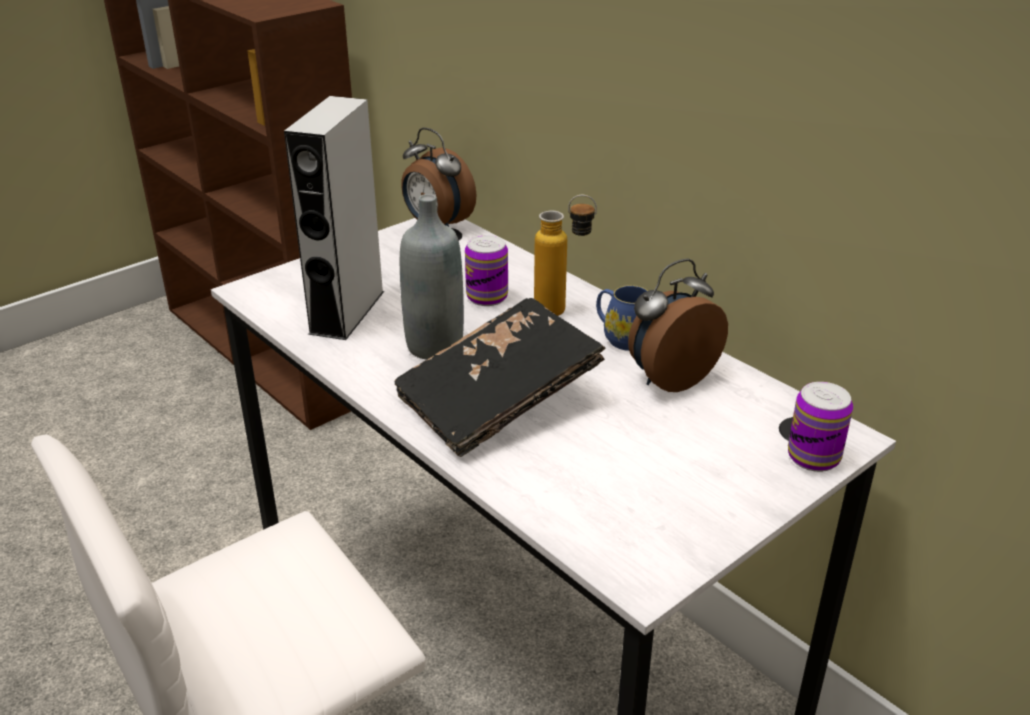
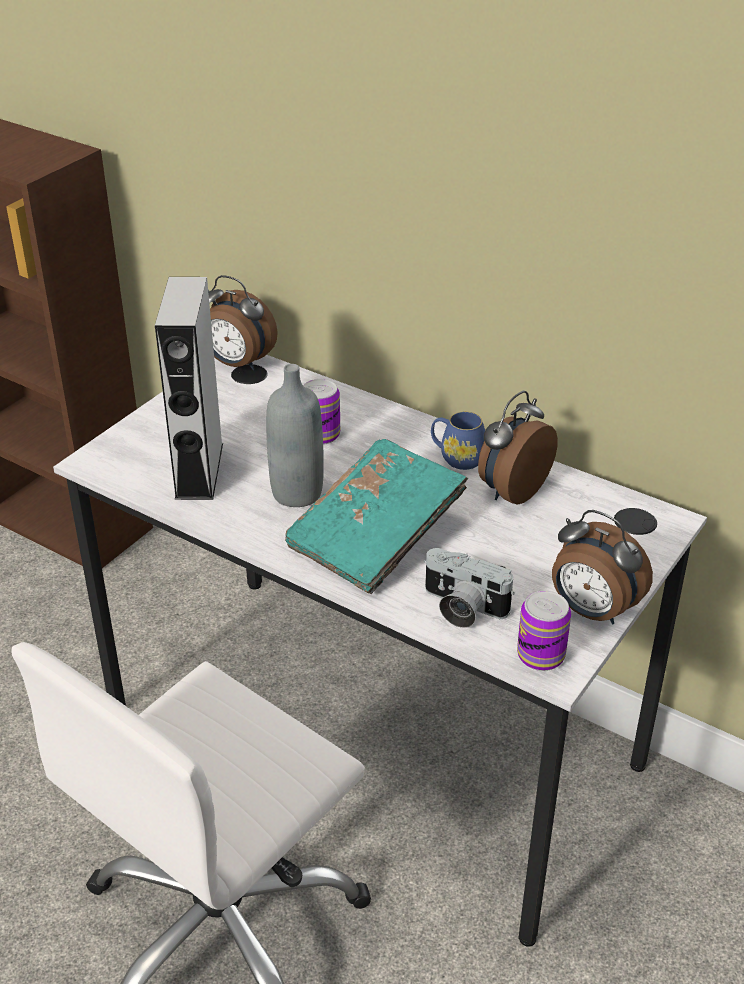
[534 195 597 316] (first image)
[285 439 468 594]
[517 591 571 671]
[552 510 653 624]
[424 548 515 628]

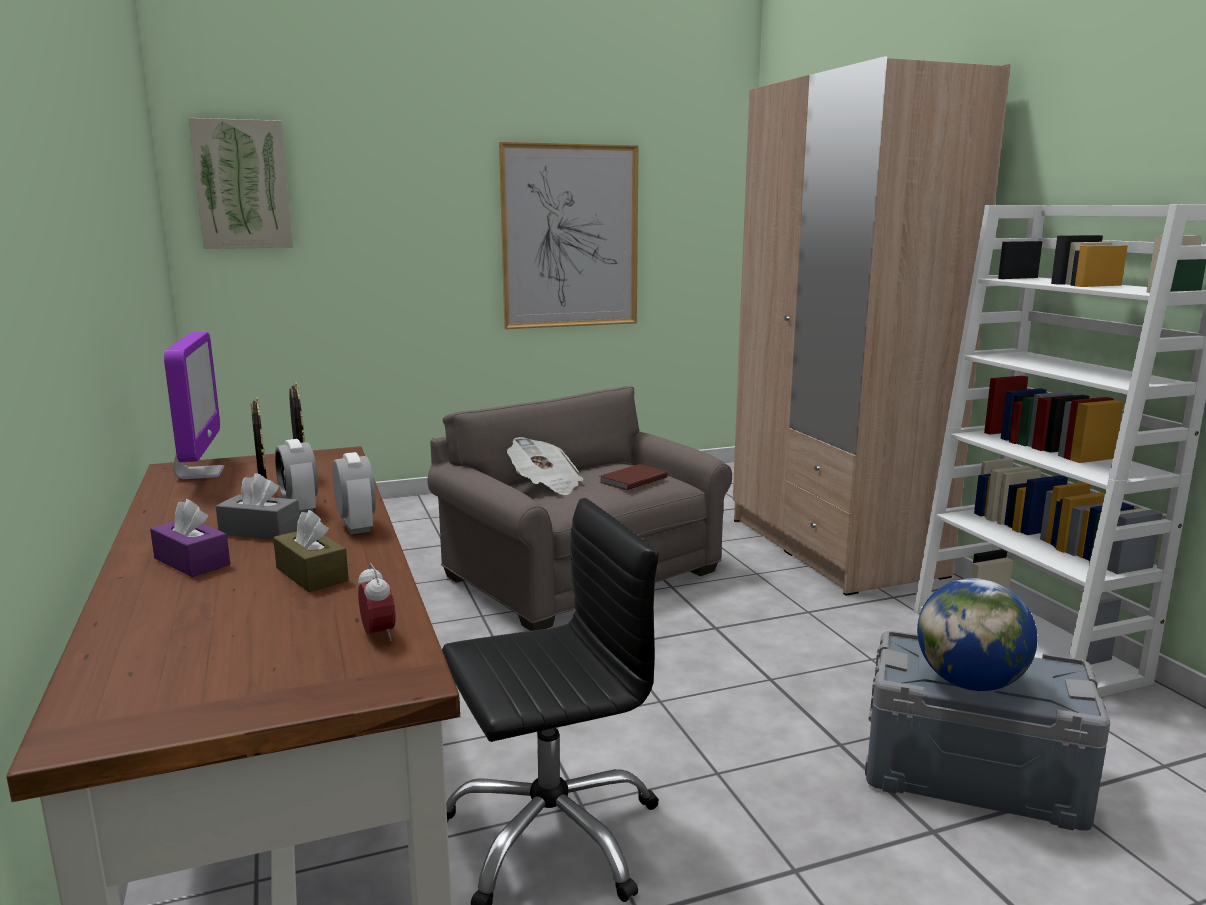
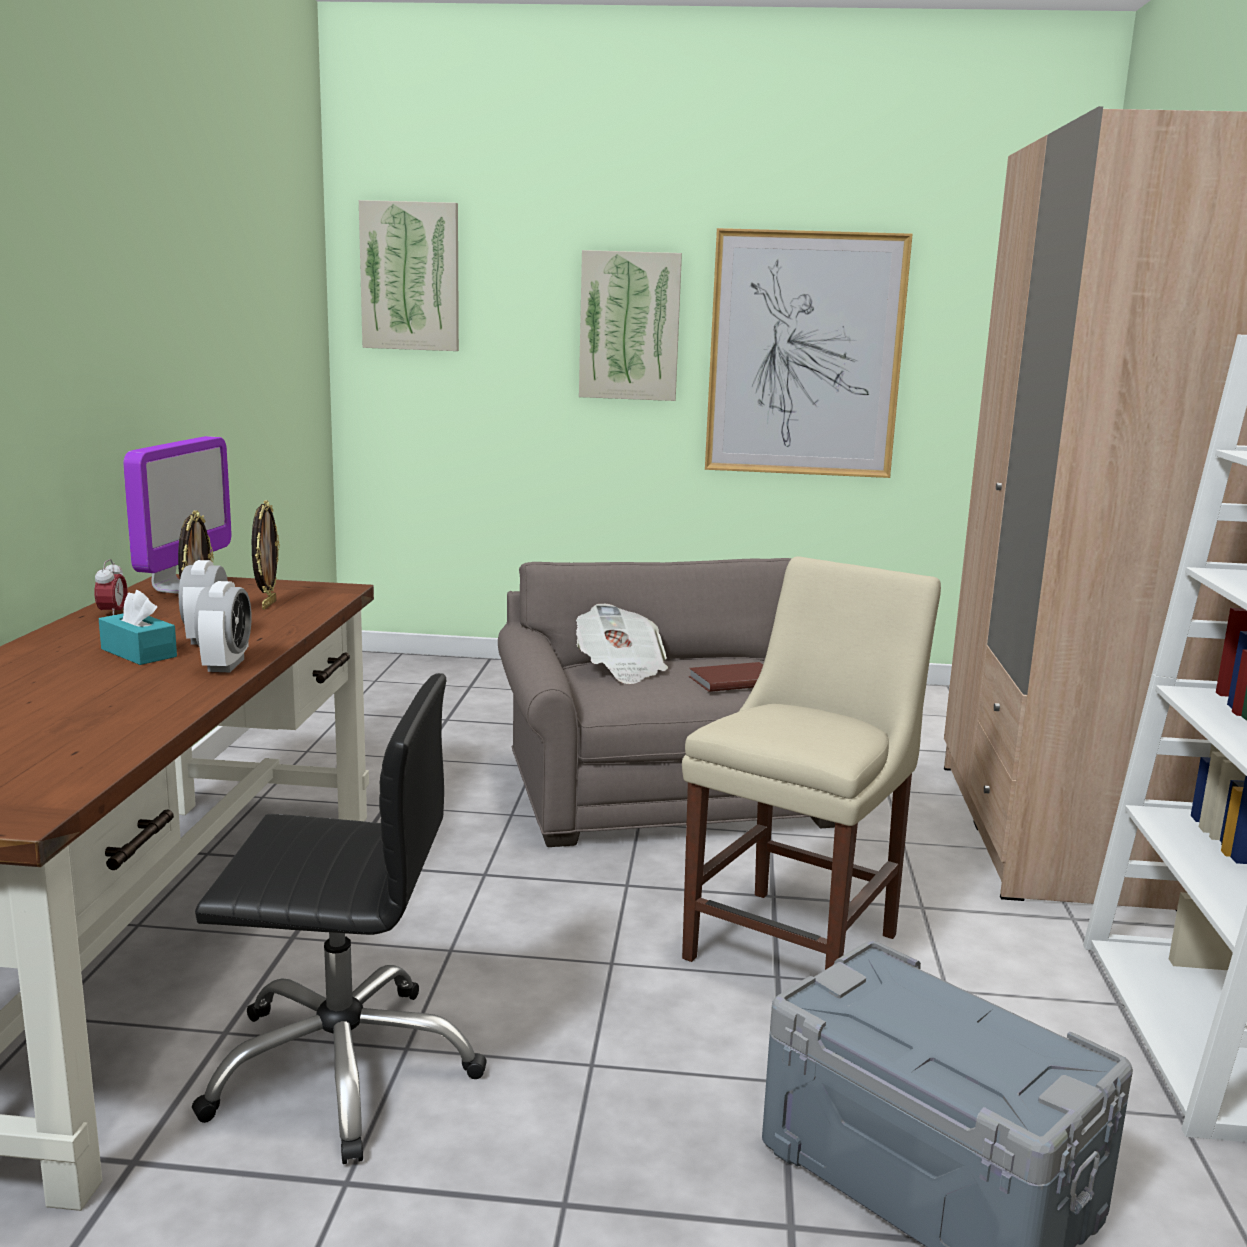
[99 590 177 665]
[150 499 230 577] (first image)
[273 510 349 592] (first image)
[95 559 127 615]
[917 578 1037 691] (first image)
[579 250 682 401]
[682 556 941 970]

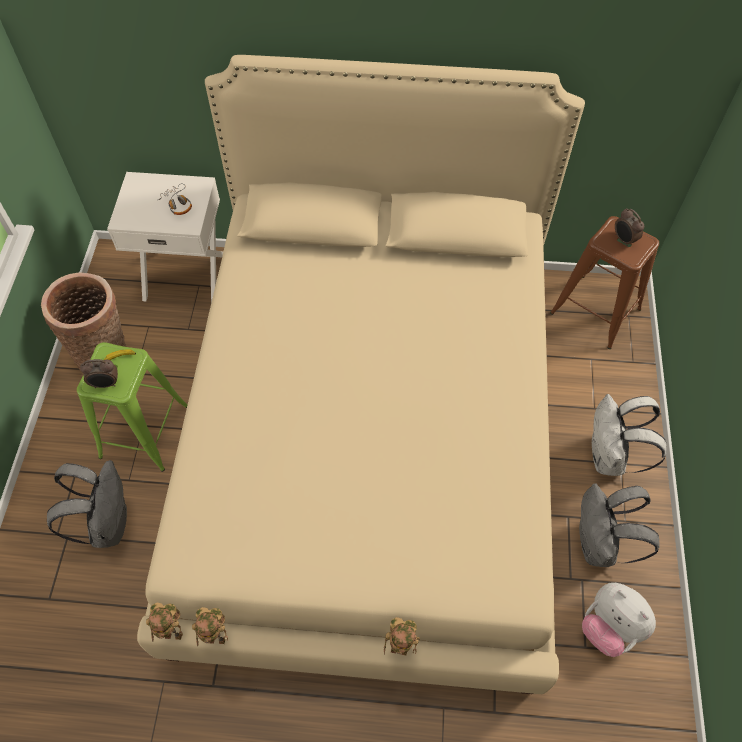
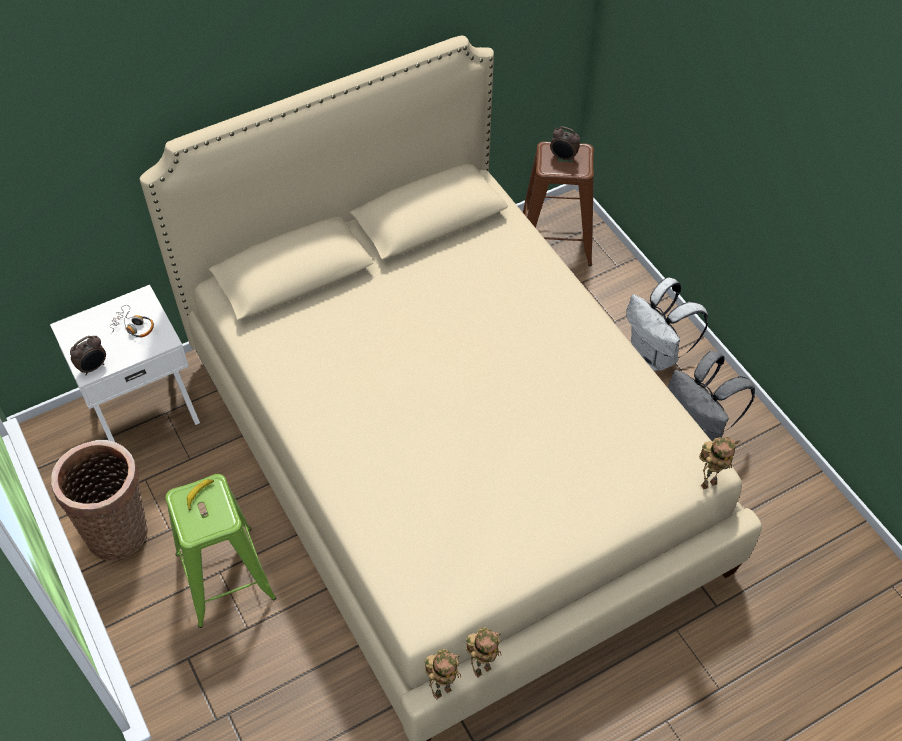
[70 335 106 375]
[47 460 127 548] (first image)
[582 583 656 657] (first image)
[699 437 737 490]

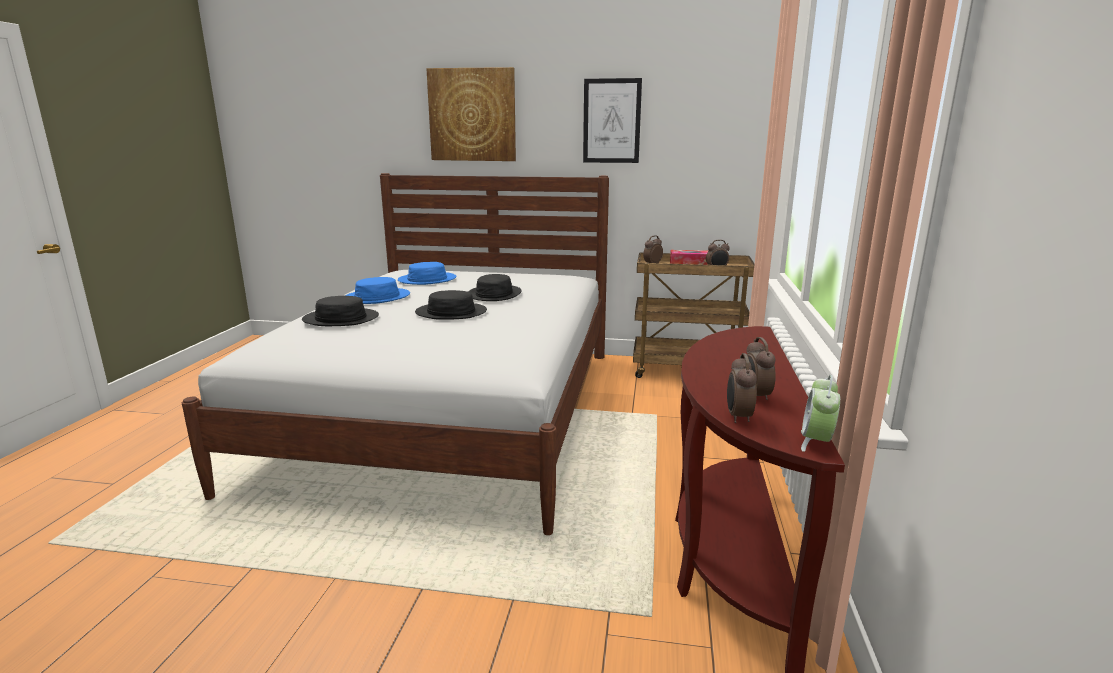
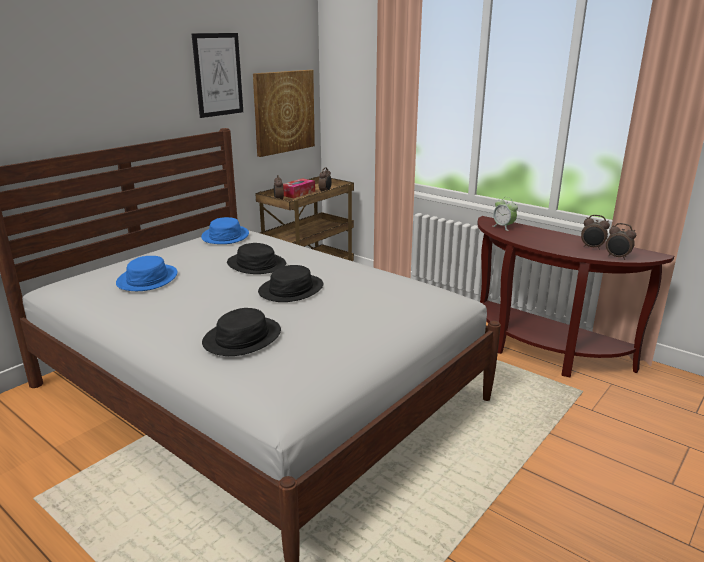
[253 70 315 157]
[201 217 249 244]
[493 197 518 231]

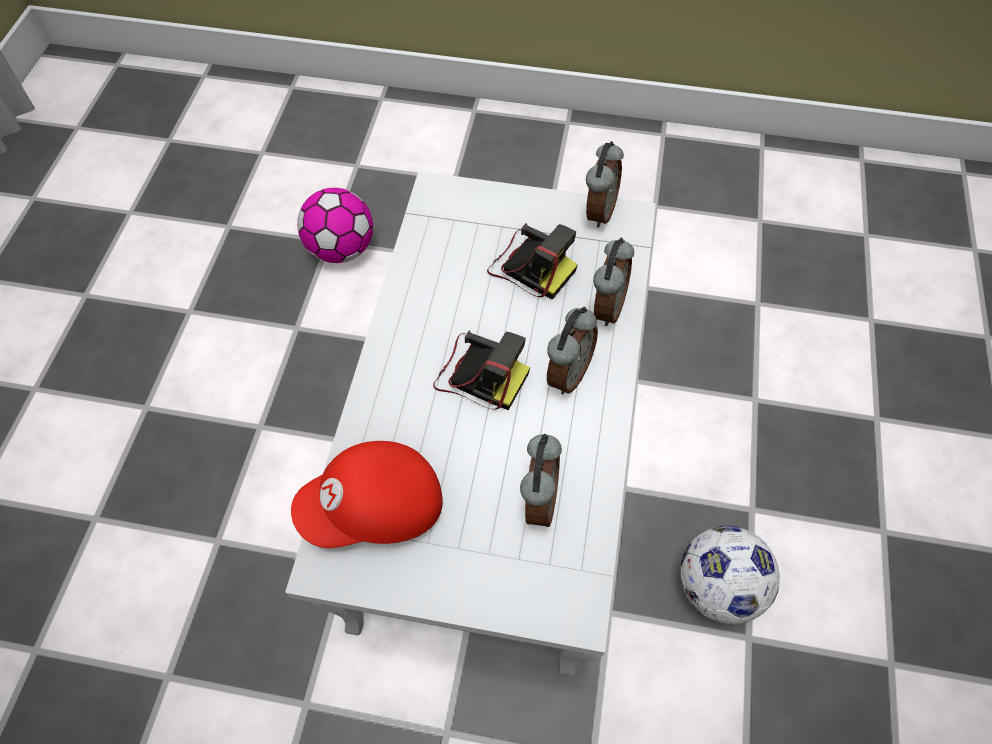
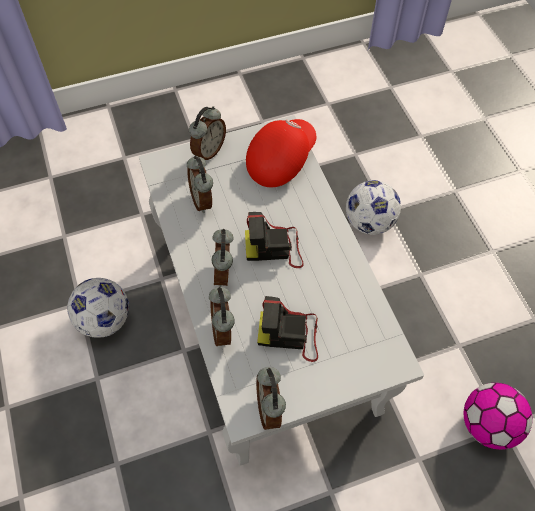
[189 106 226 160]
[346 180 401 235]

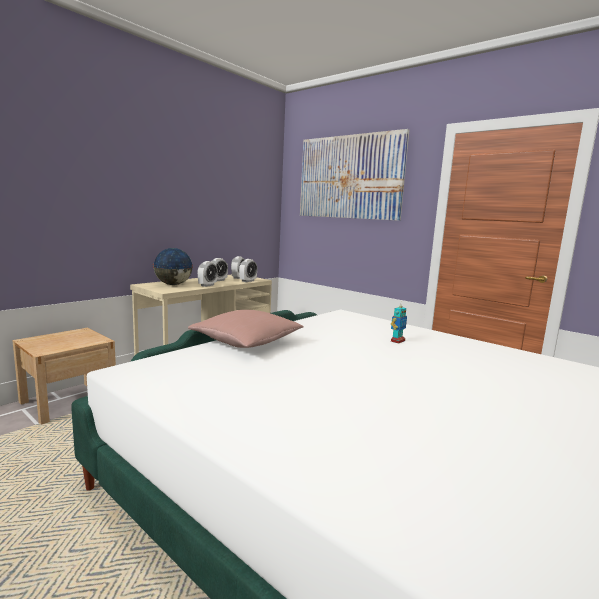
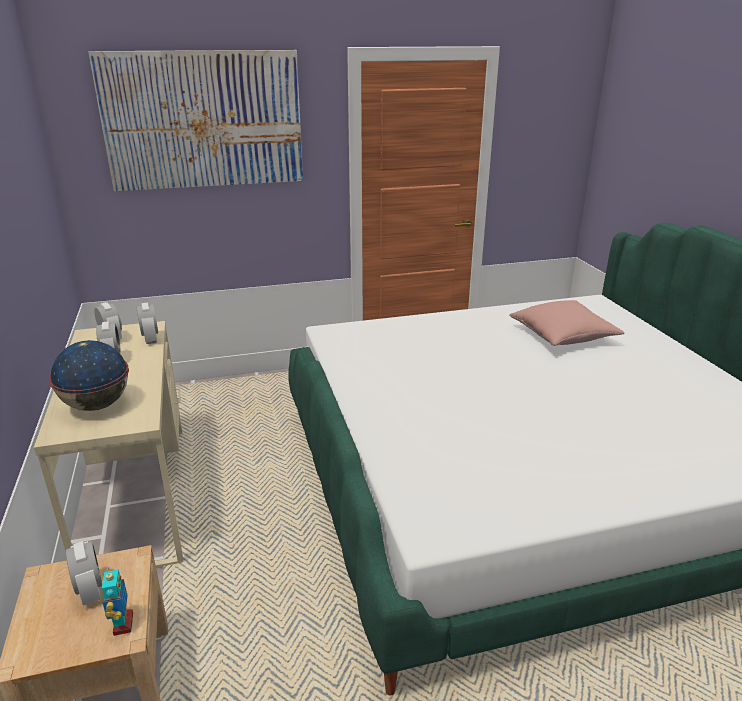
[66 541 102 606]
[102 570 133 636]
[509 300 624 346]

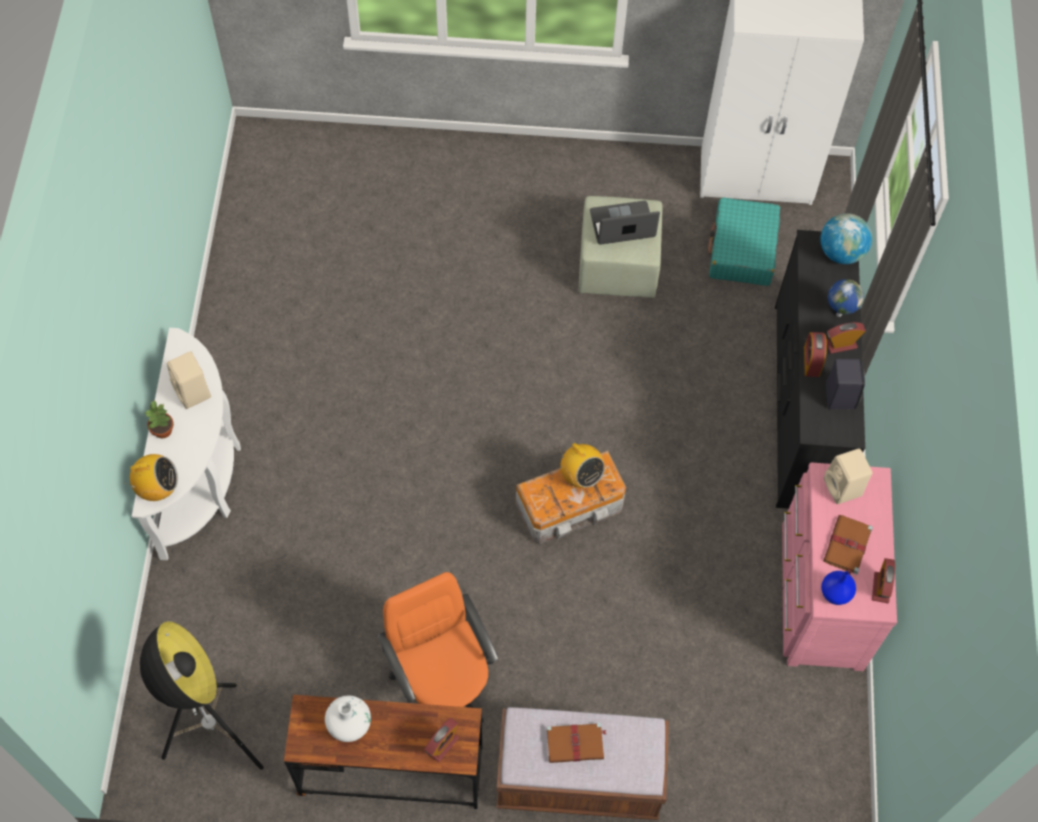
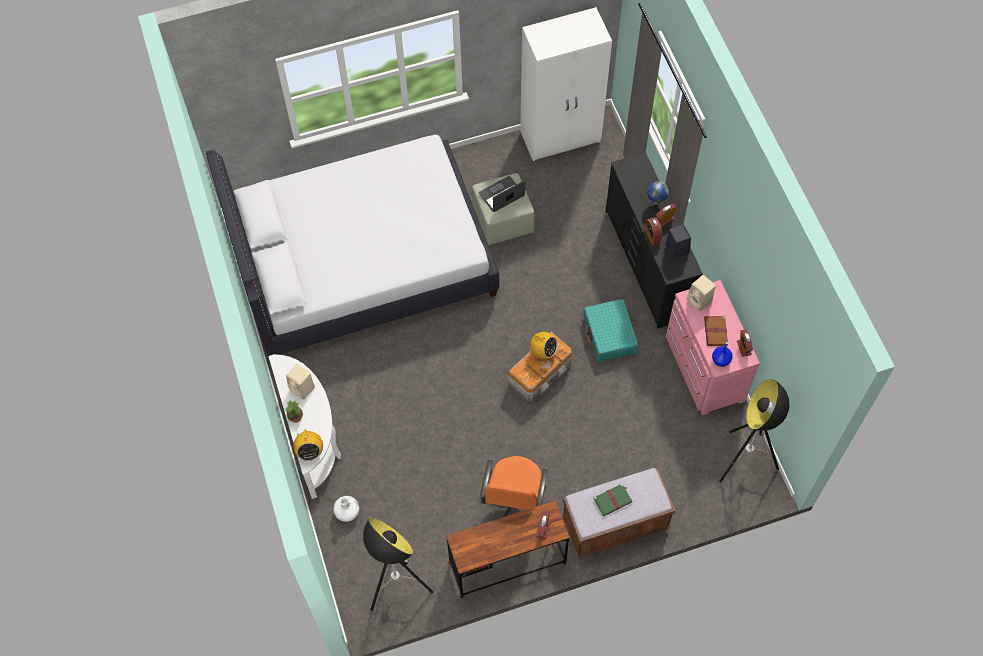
[584 299 639 362]
[820 213 872 264] (first image)
[293 429 323 461]
[480 456 548 517]
[333 496 359 522]
[593 483 632 516]
[206 135 499 358]
[719 379 789 483]

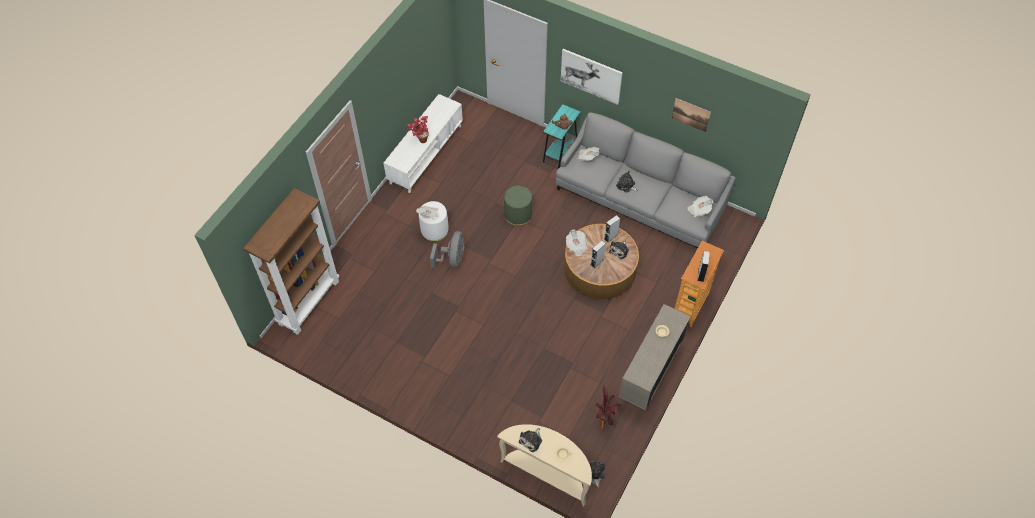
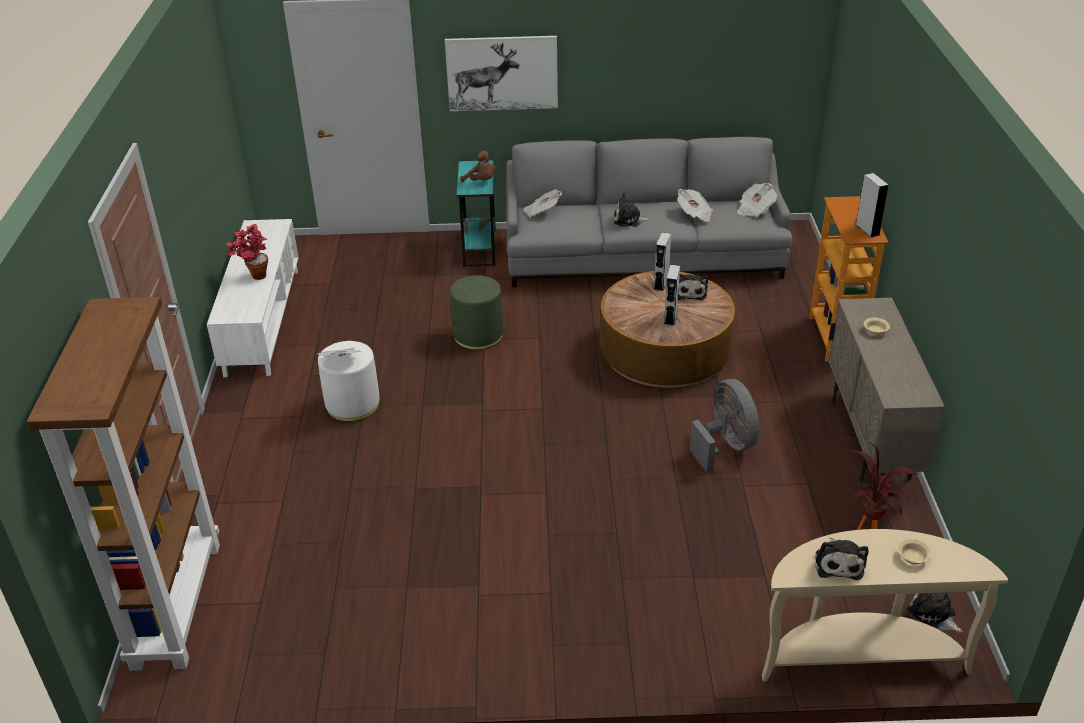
[672 98 711 132] (first image)
[677 189 713 222]
[690 379 760 473]

